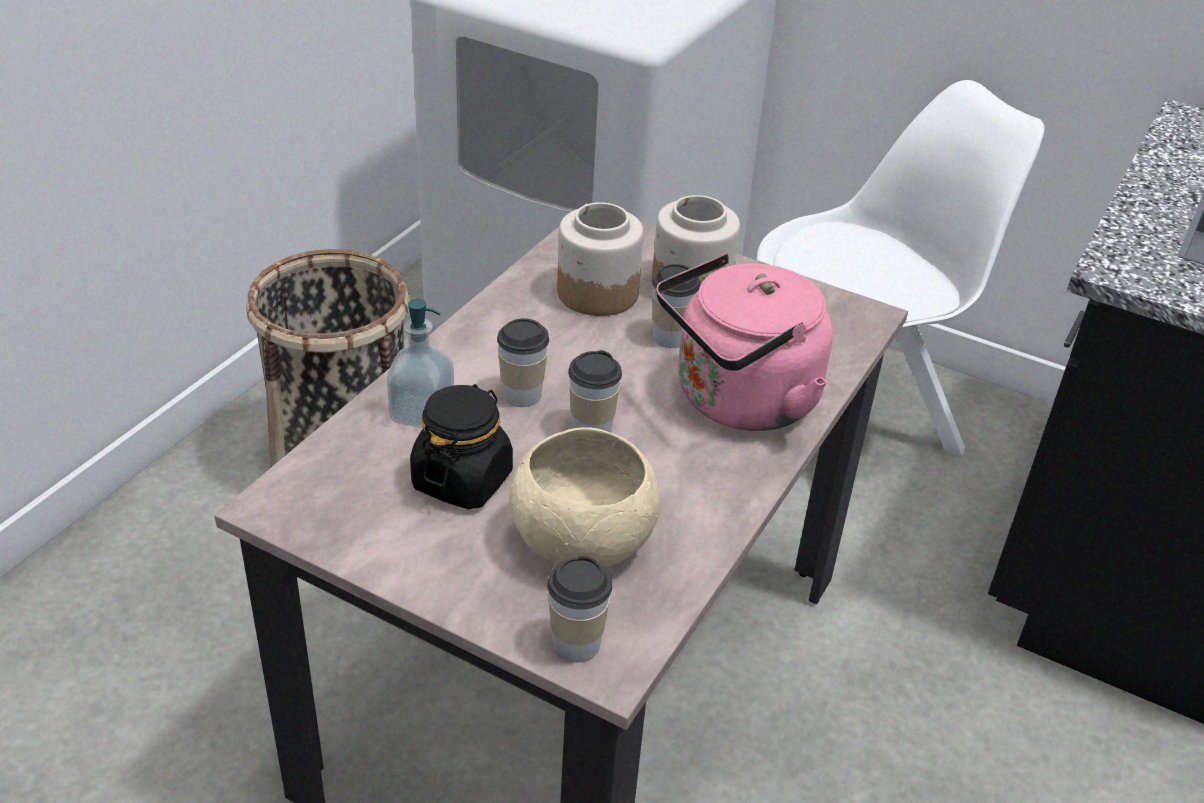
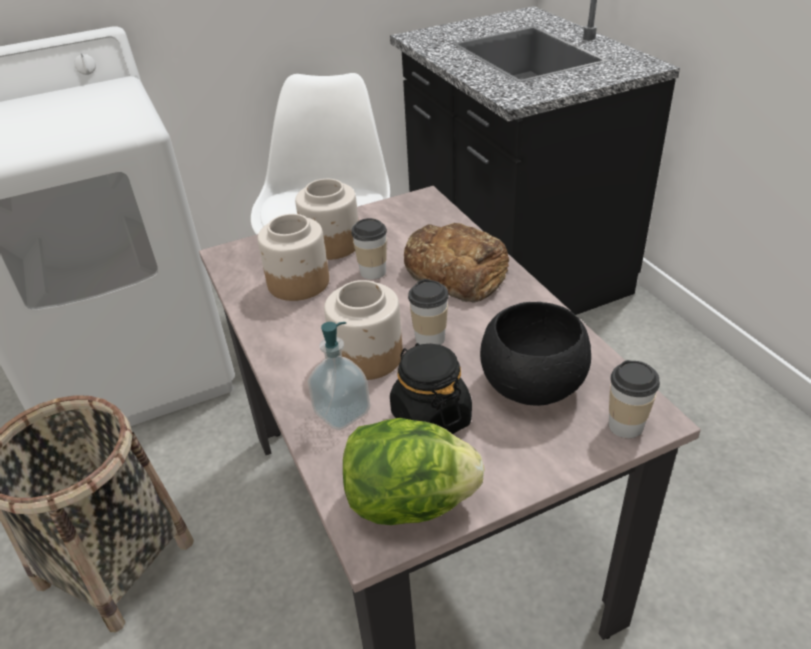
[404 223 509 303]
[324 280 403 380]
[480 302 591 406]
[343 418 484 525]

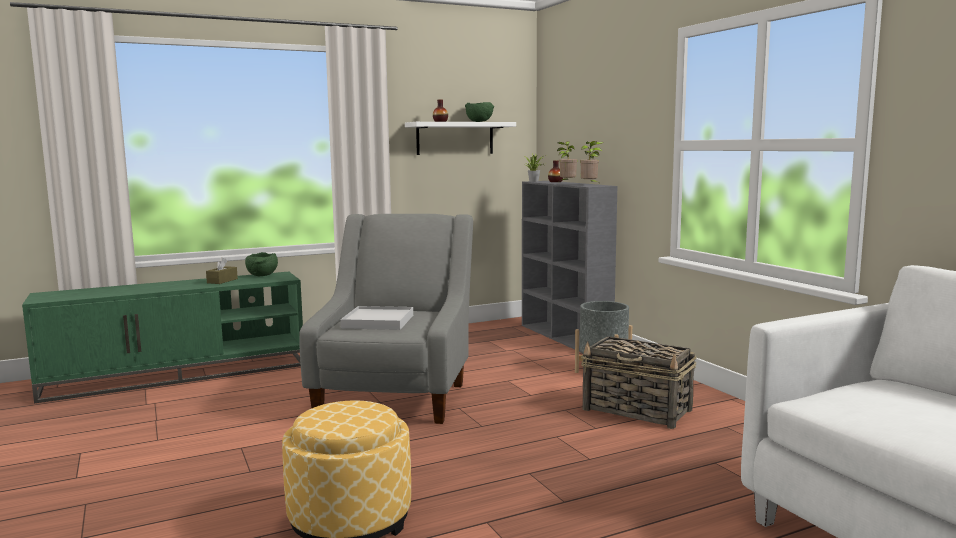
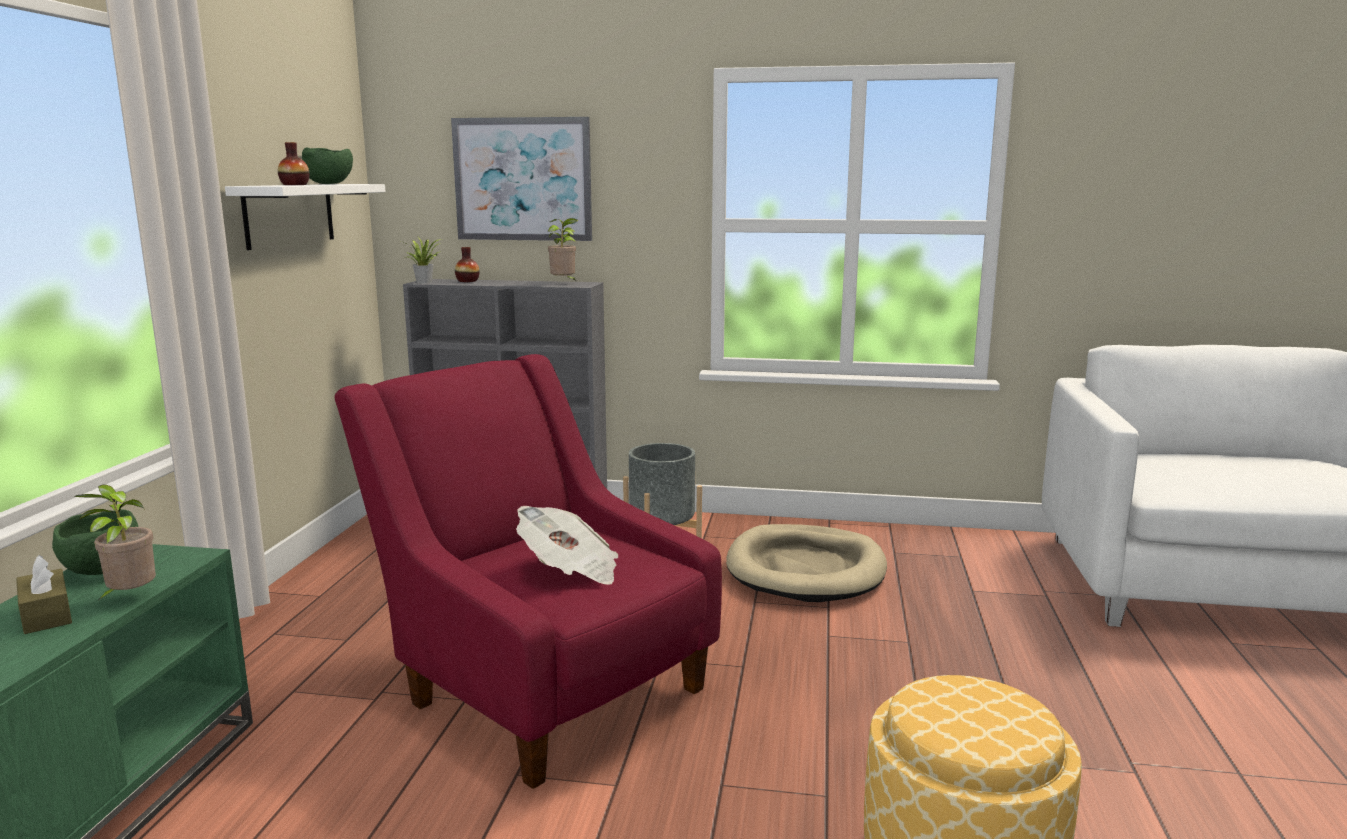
[74 485 156 603]
[334 354 722 789]
[516 506 619 585]
[726 524 887 602]
[451 117 592 241]

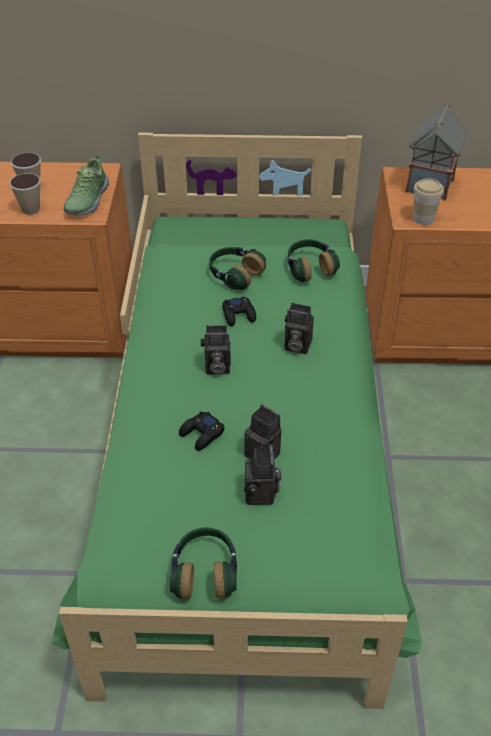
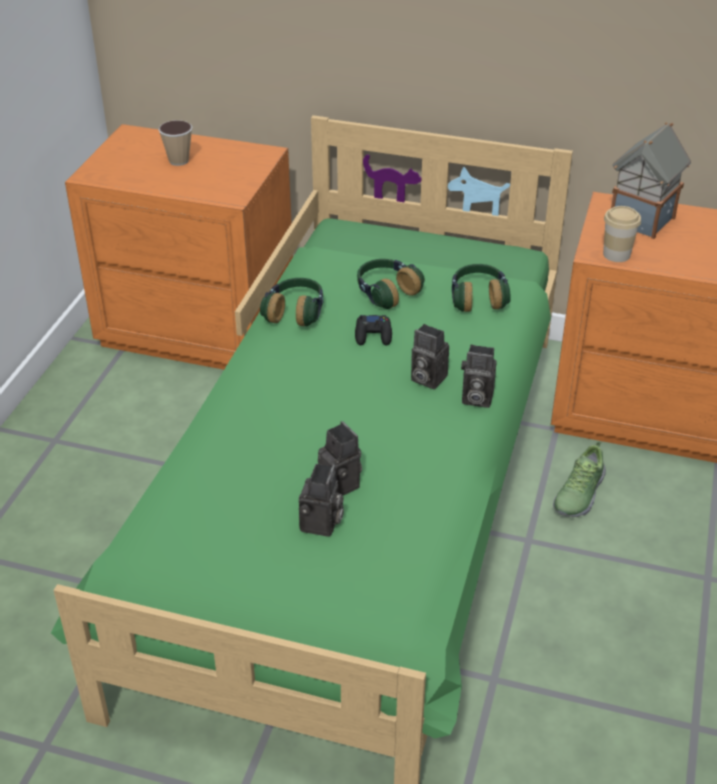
[553 441 606 517]
[10 173 41 215] (first image)
[461 345 497 408]
[179 411 224 451] (first image)
[260 278 324 326]

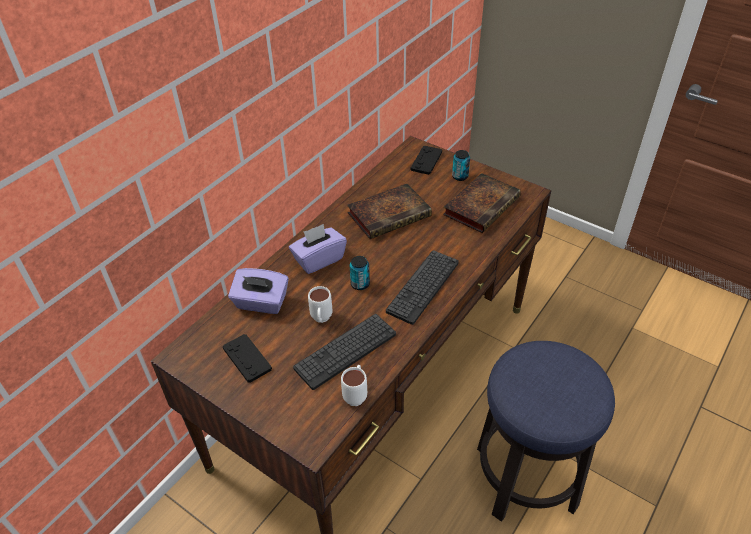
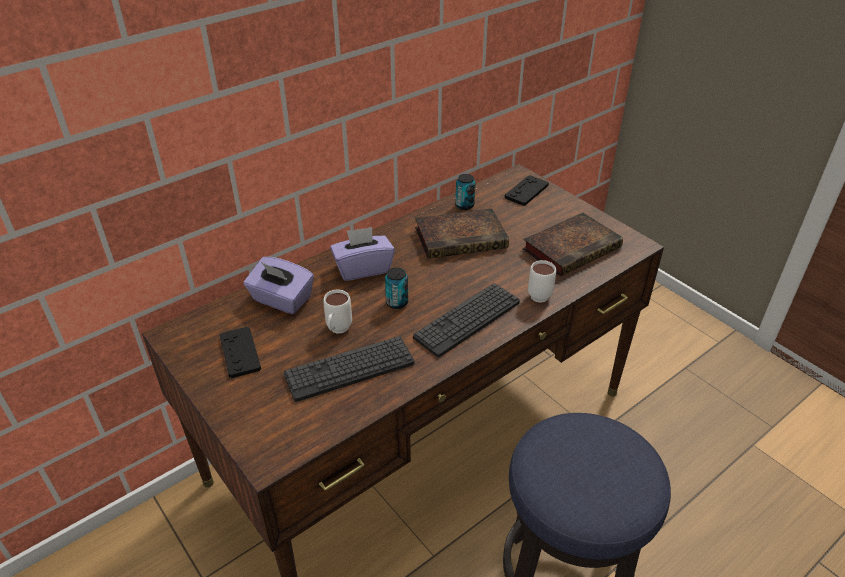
[455 174 475 210]
[528 260 556 303]

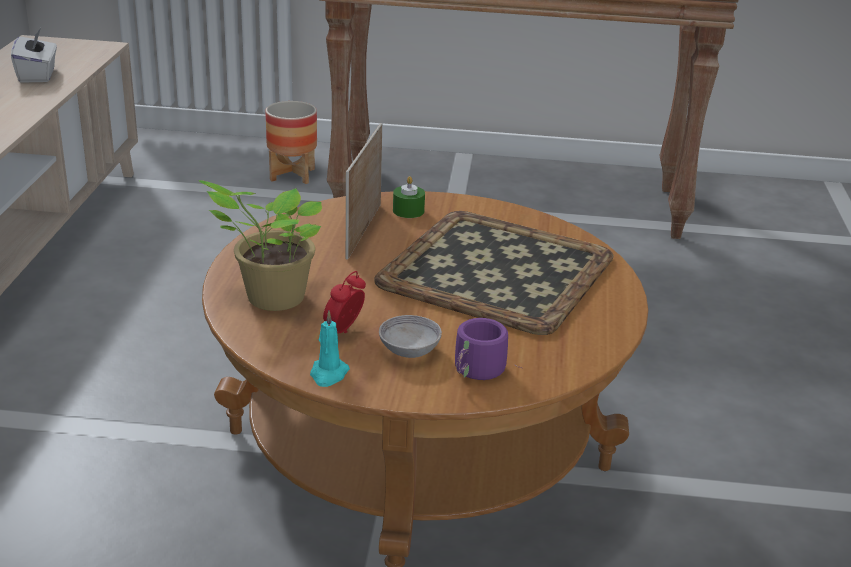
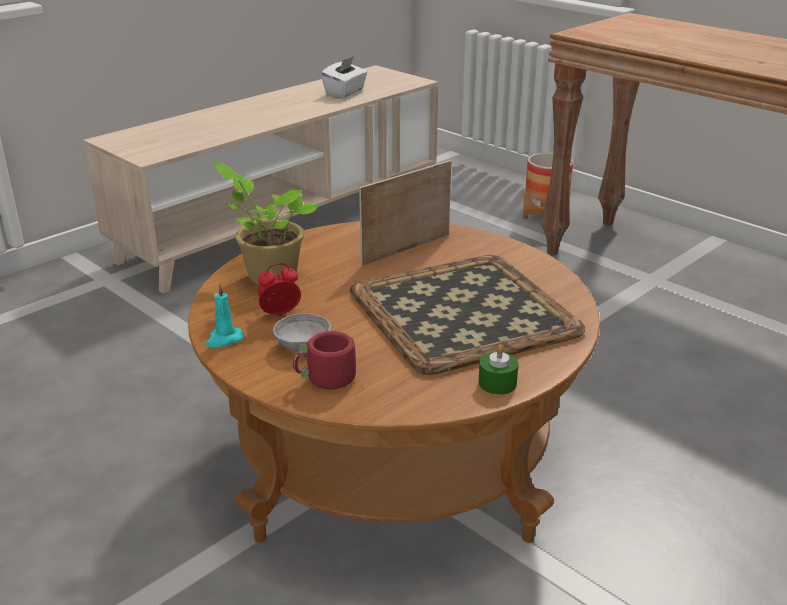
[479 344 518 395]
[293 331 364 391]

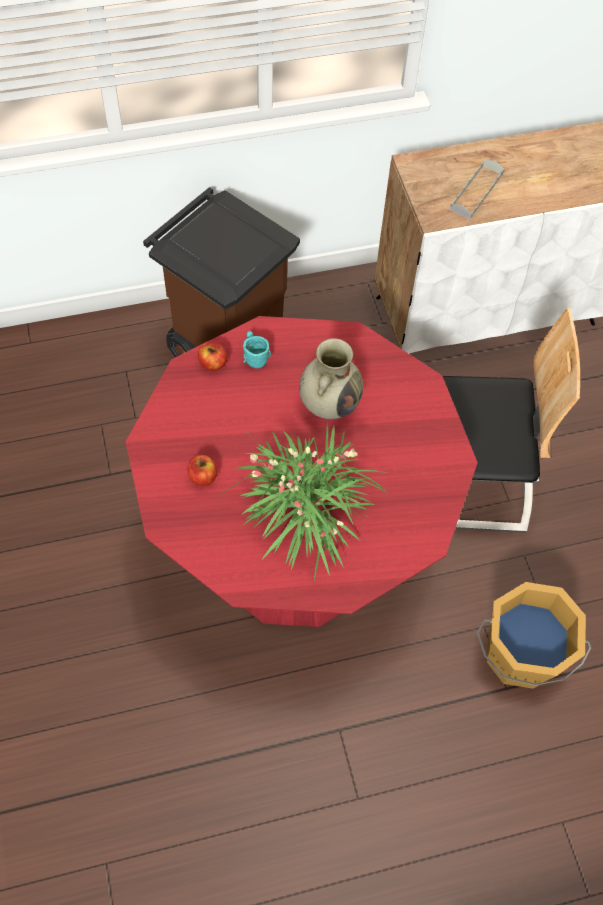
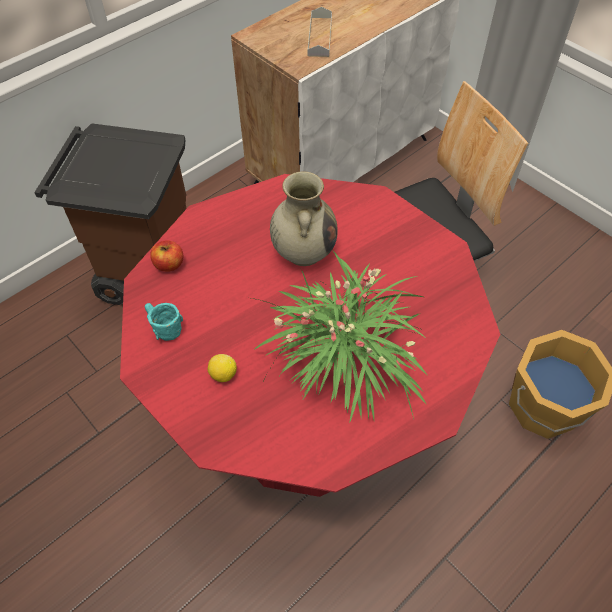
[145 303 183 341]
[208 354 237 382]

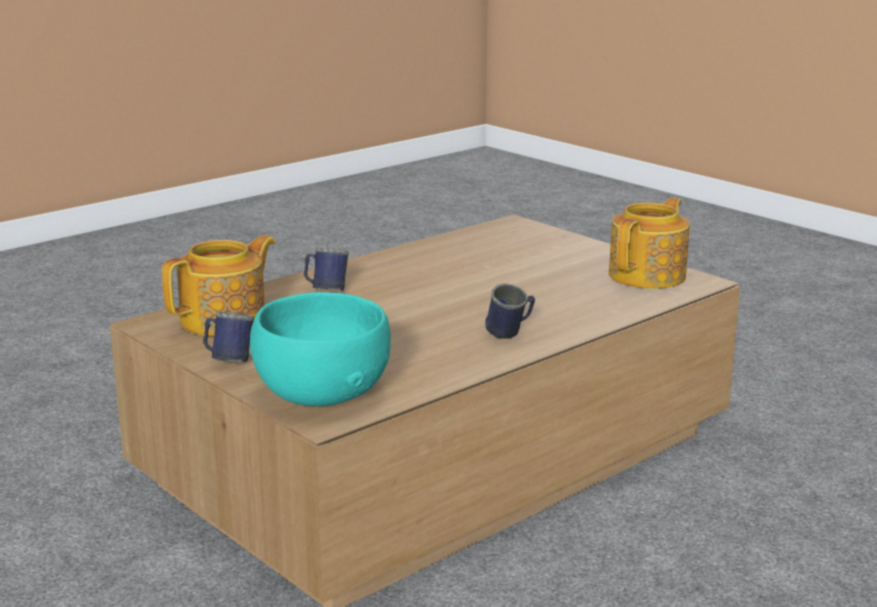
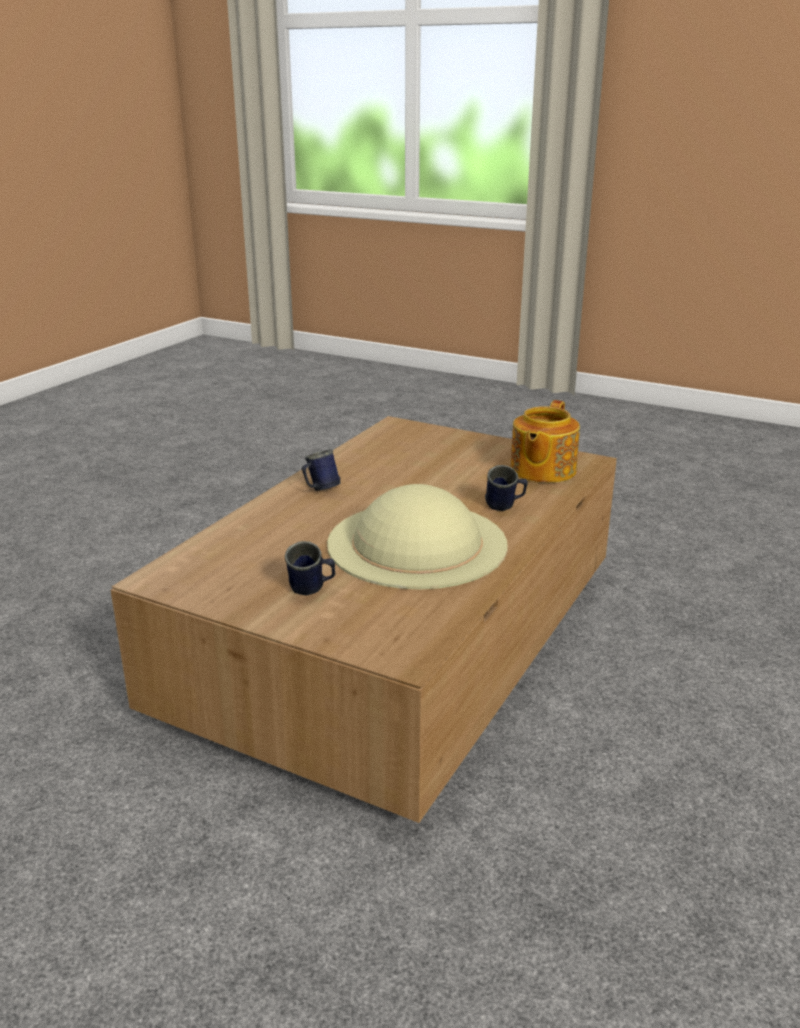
[609 198 690 289] (first image)
[250 292 391 406] (first image)
[285 541 335 595]
[327 484 508 590]

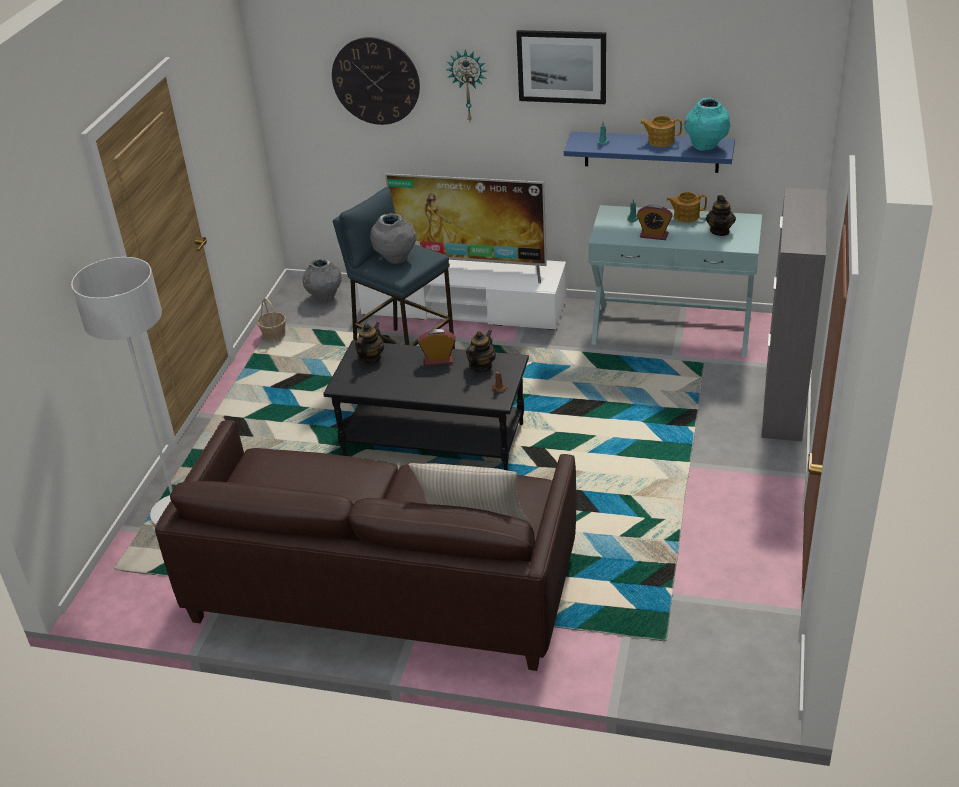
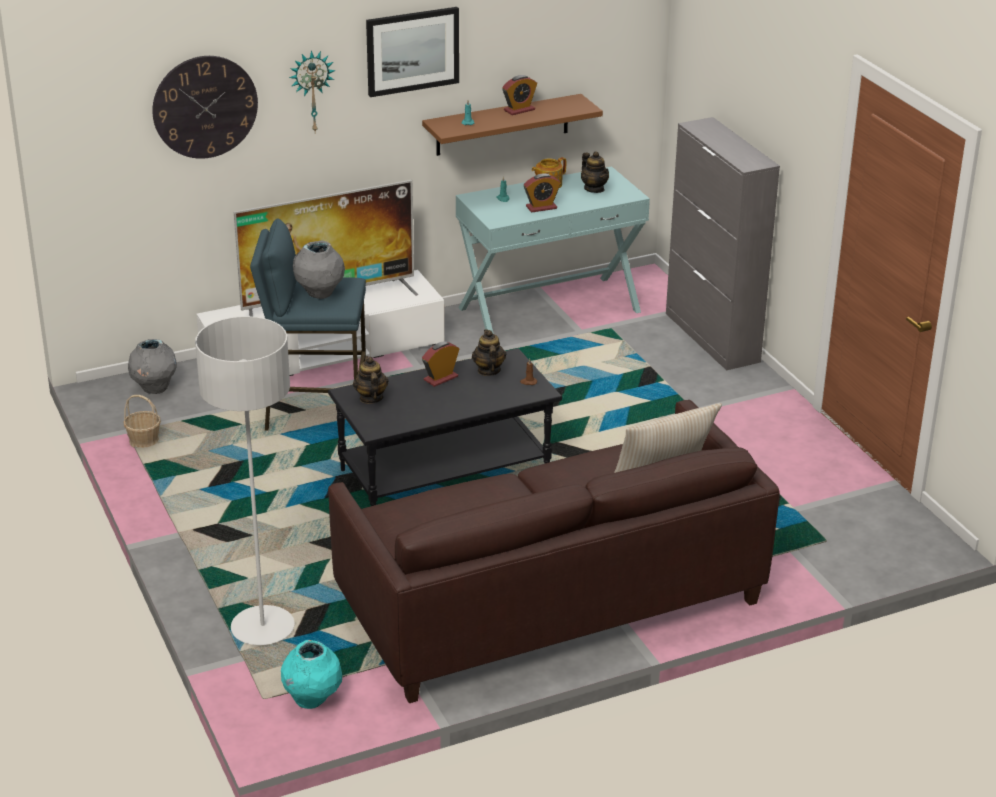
[281 640 342 709]
[502 75 537 115]
[422 94 603 156]

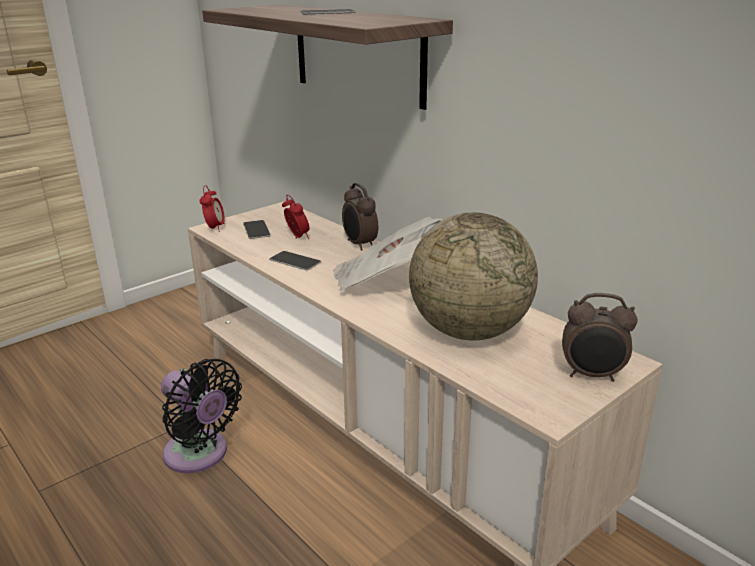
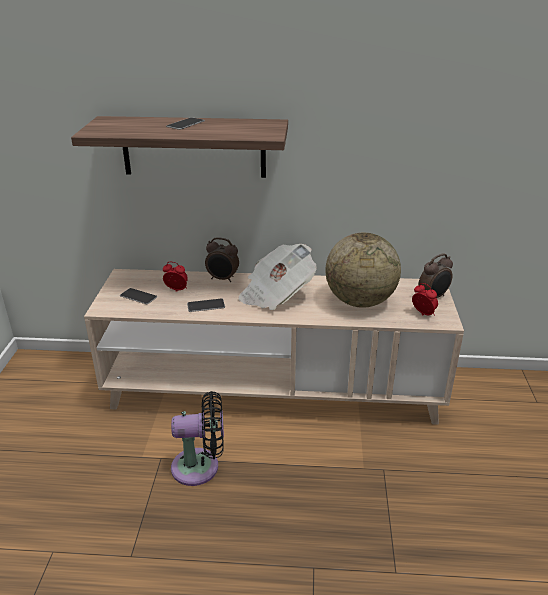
[412 283 438 316]

